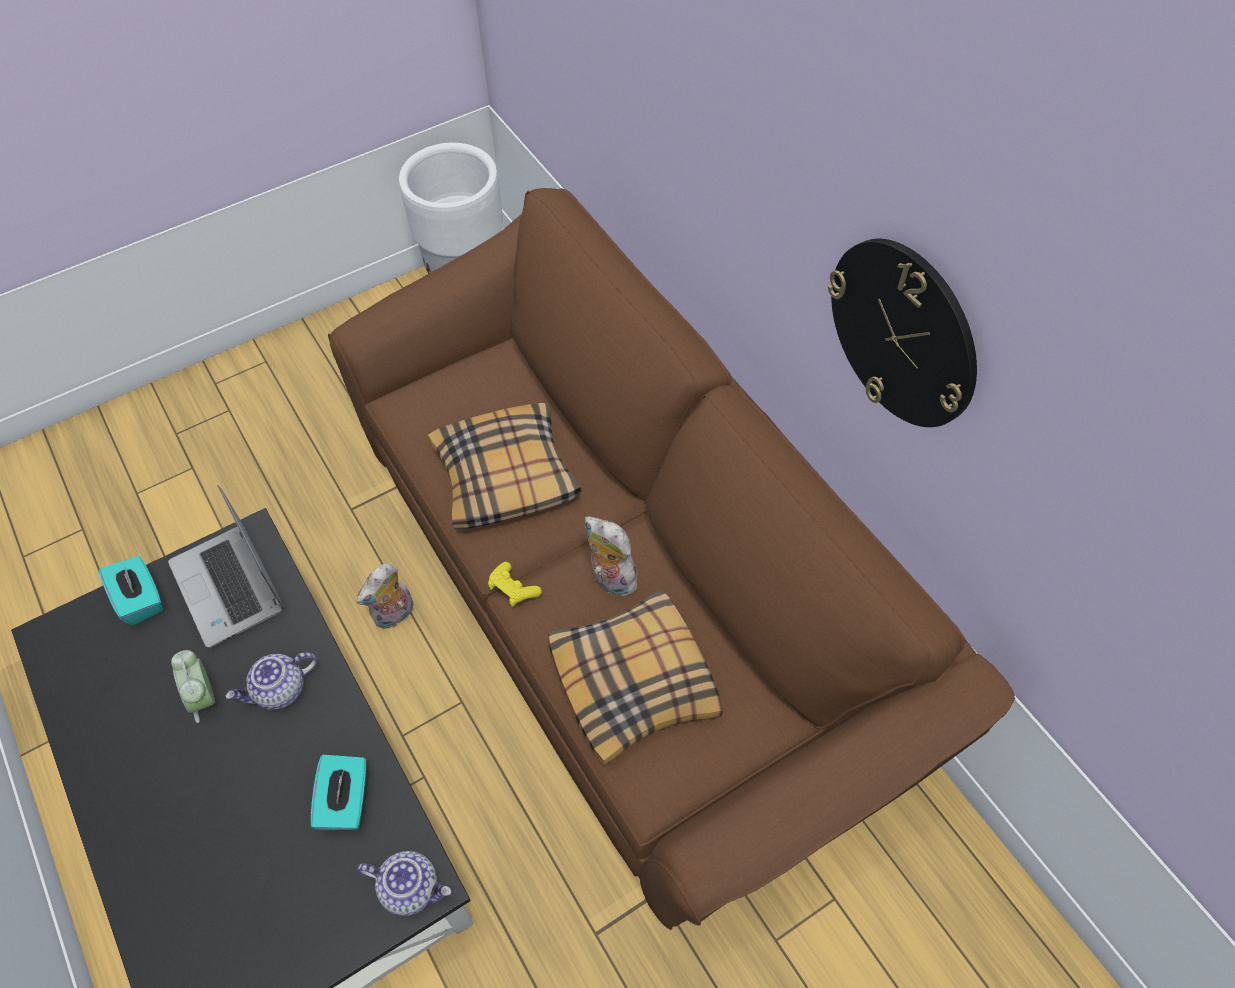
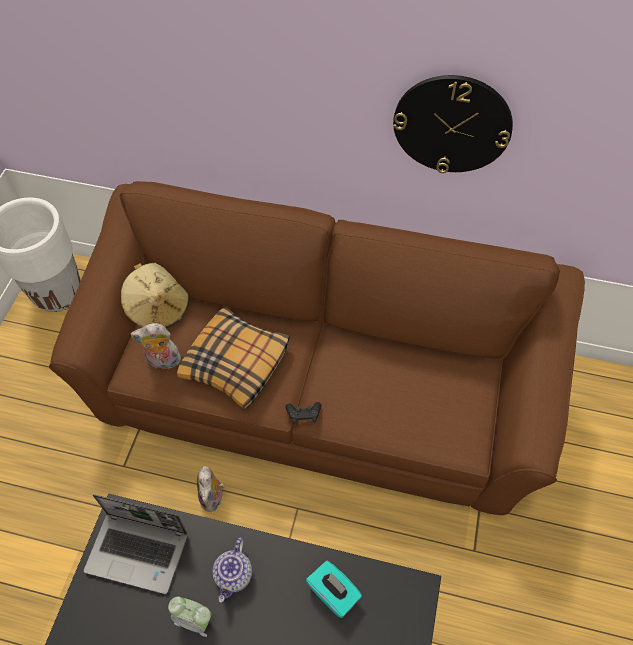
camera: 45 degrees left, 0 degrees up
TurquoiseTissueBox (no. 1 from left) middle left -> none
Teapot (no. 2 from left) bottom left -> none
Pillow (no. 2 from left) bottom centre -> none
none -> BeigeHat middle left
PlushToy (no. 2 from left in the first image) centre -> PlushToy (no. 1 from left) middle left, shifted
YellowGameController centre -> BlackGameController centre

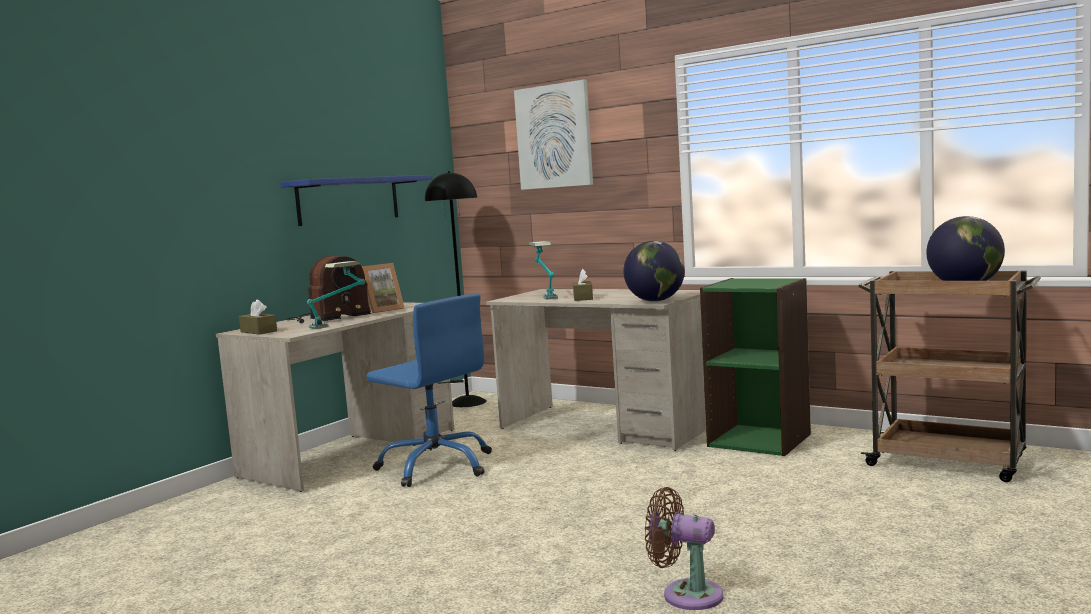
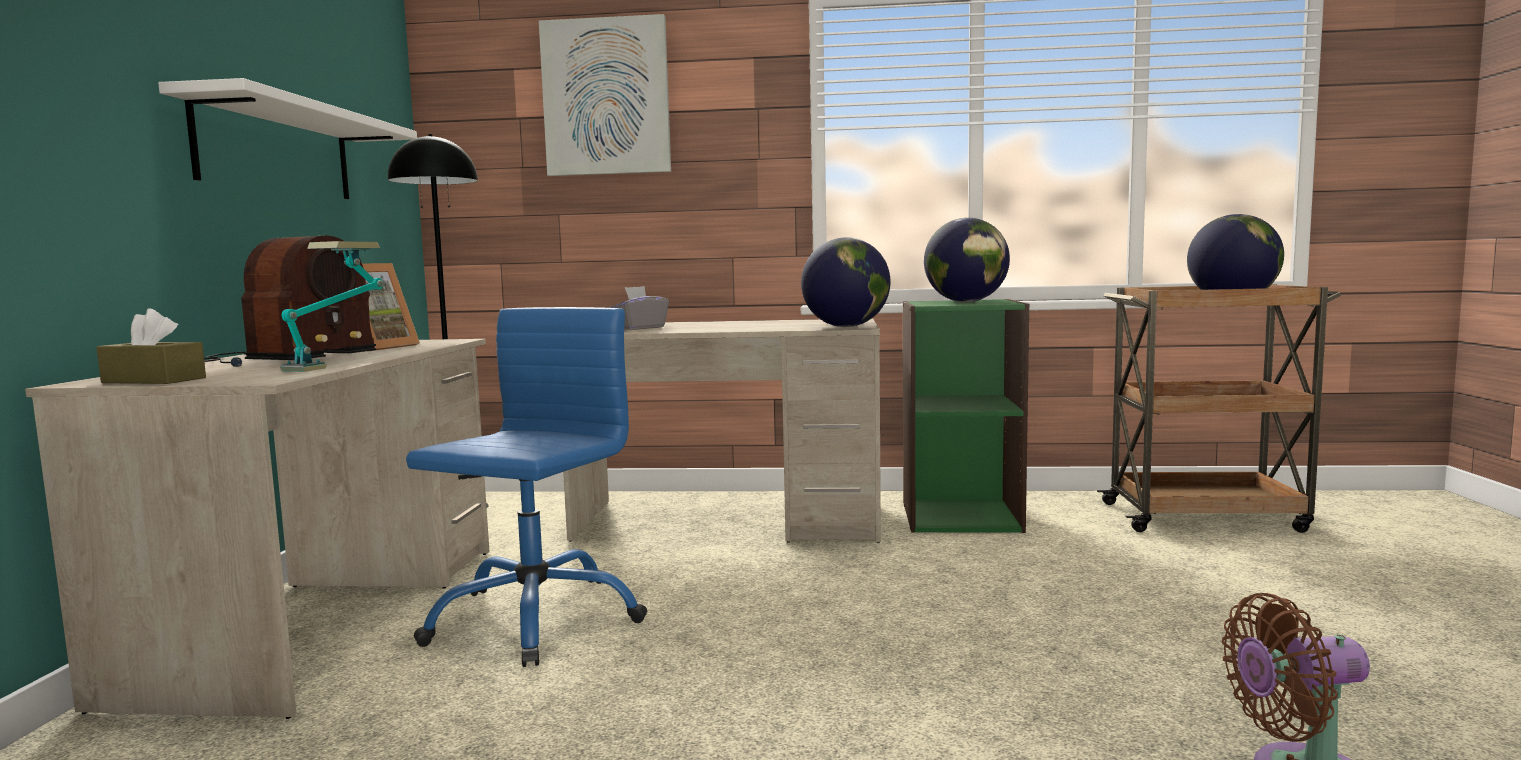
camera: 30 degrees left, 0 degrees up
BrownTissueBox (no. 2 from left) centre -> none
none -> Globe (no. 2 from left) centre
TableLamp (no. 2 from left) centre -> GreyTissueBox centre
BlueShelf top left -> WhiteShelf top left
BlueOfficeChair centre, 75 degrees counterclockwise

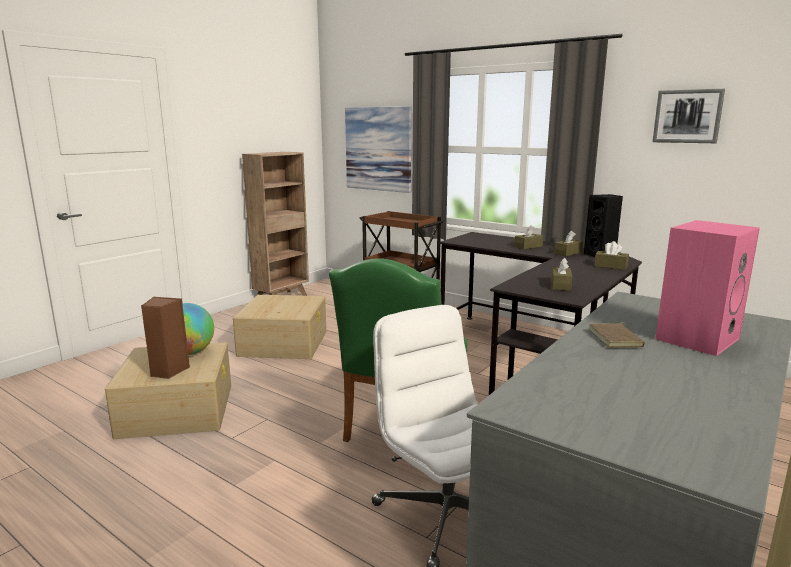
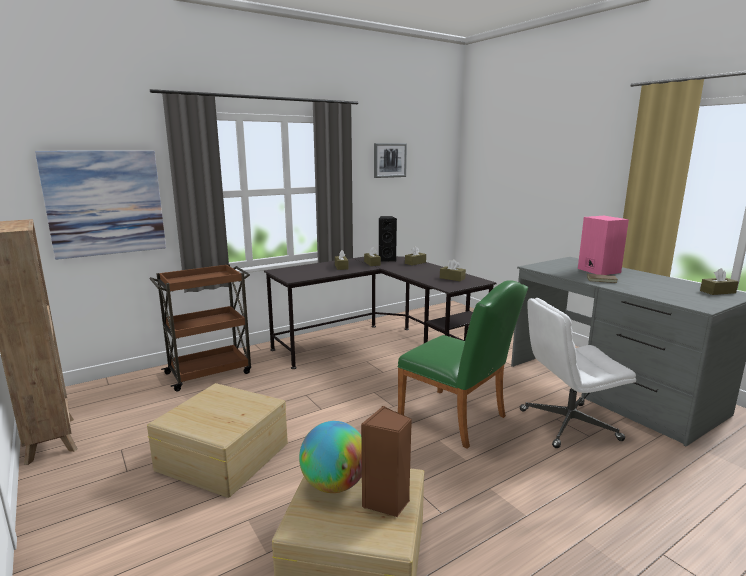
camera: 70 degrees left, 0 degrees up
none -> BrownTissueBox (no. 5 from left) middle right

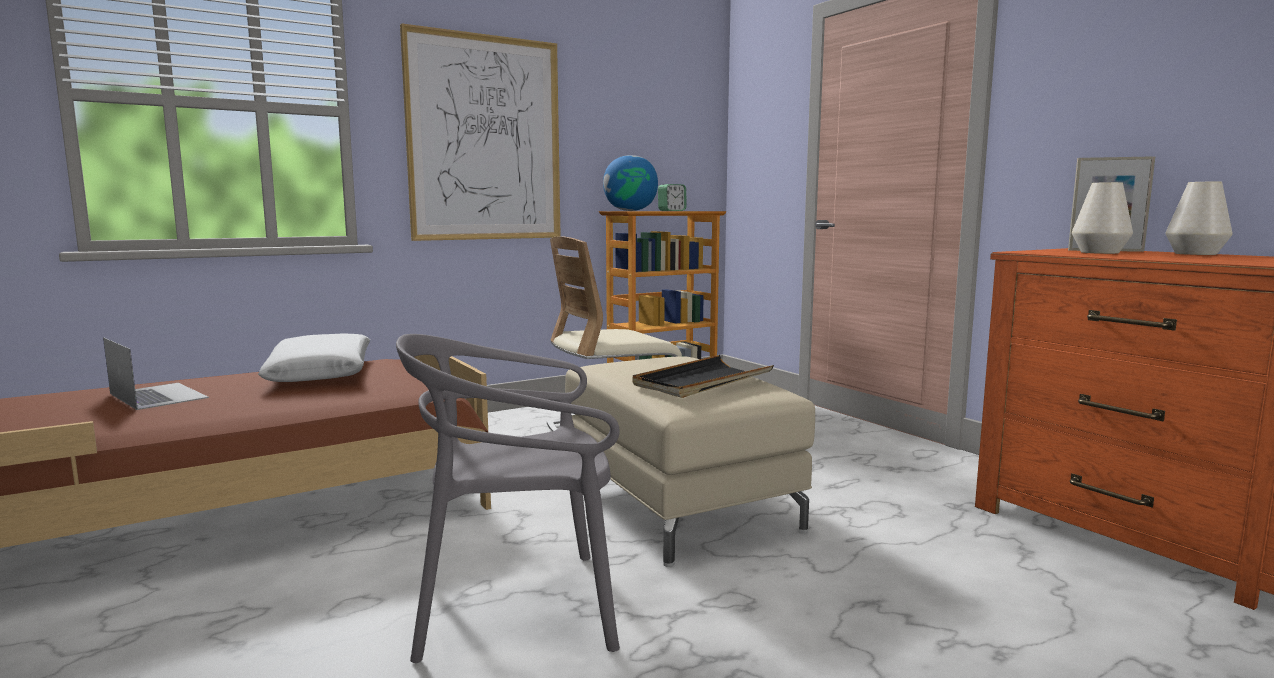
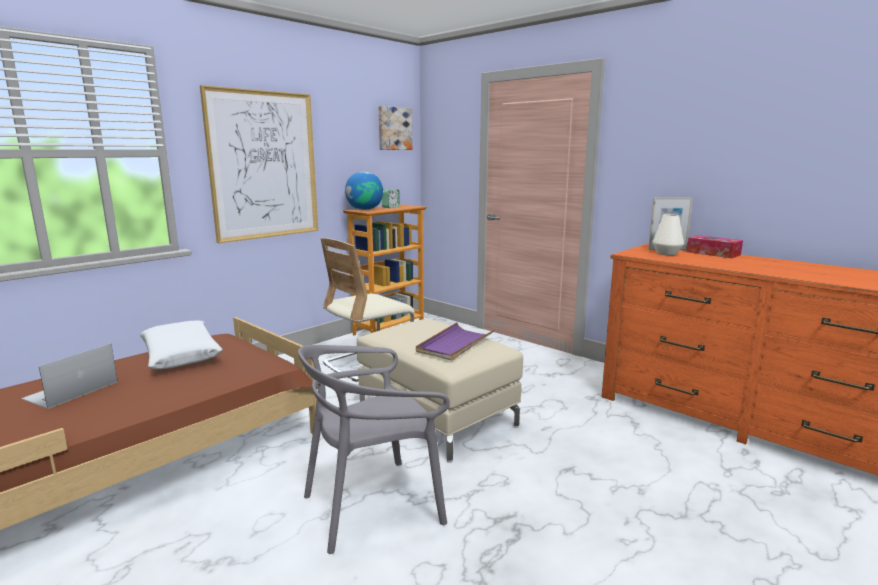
camera: 15 degrees left, 5 degrees up
none -> Picture (no. 2 from left) top centre
WhiteVase (no. 2 from left) top right -> TissueBox middle right
BlackTray centre -> PurpleTray centre
Laptop middle left, 90 degrees counterclockwise

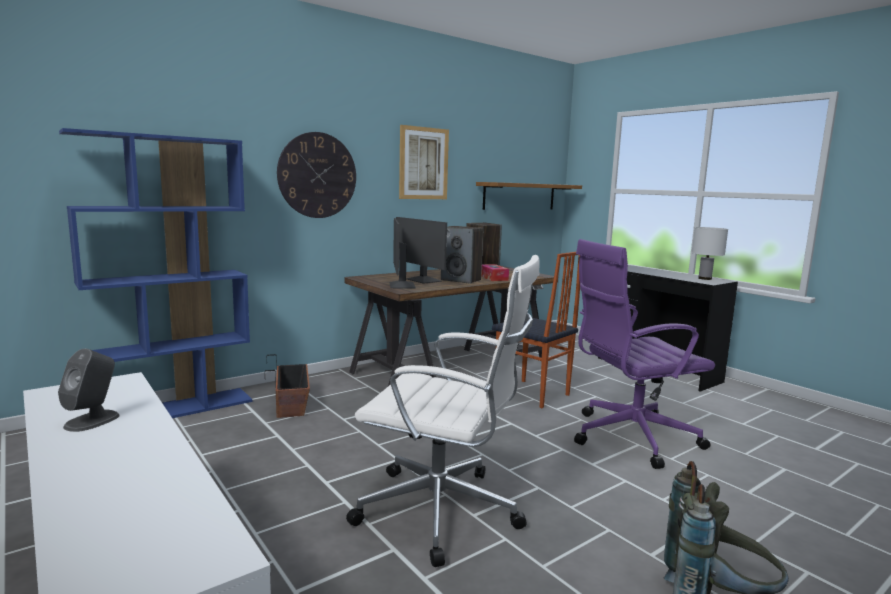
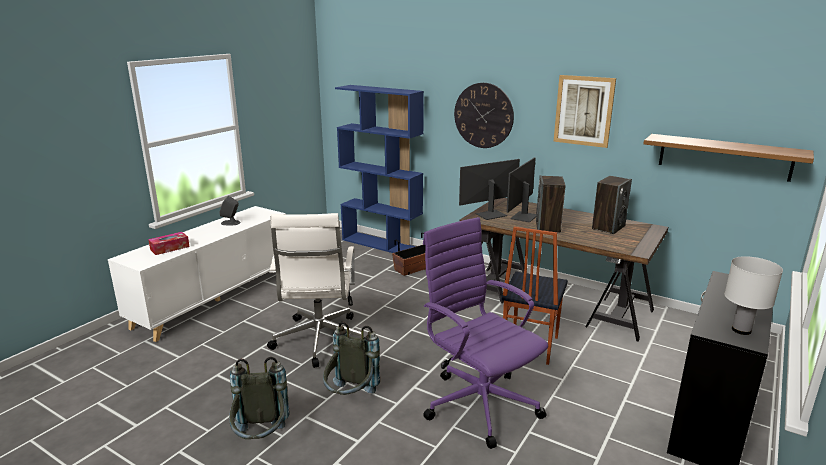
camera: 70 degrees right, 10 degrees up
none -> GreyBackpack (no. 2 from left) bottom centre
TissueBox centre -> TissueBox middle left, shifted

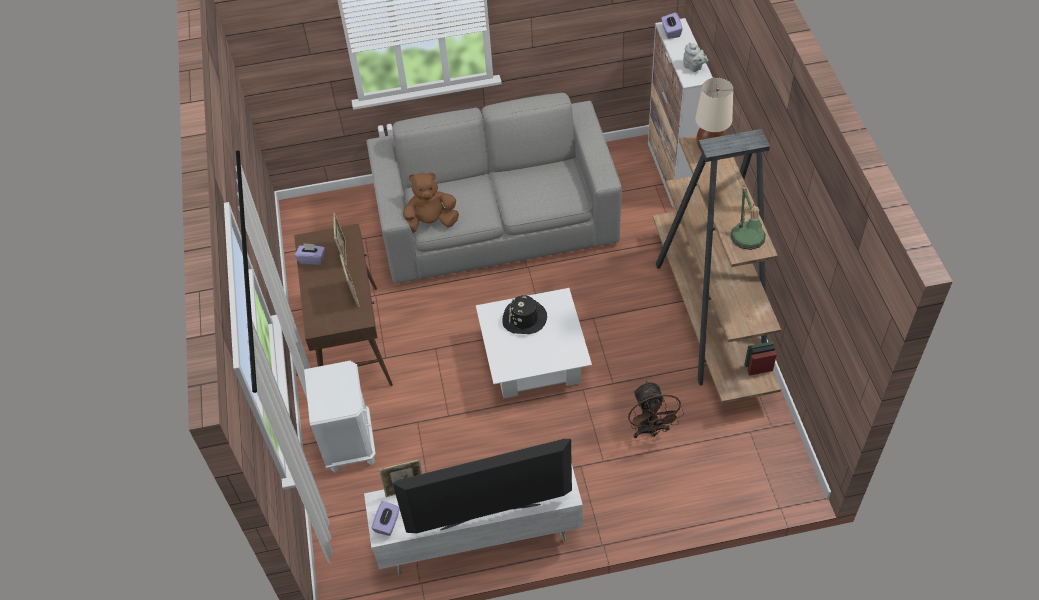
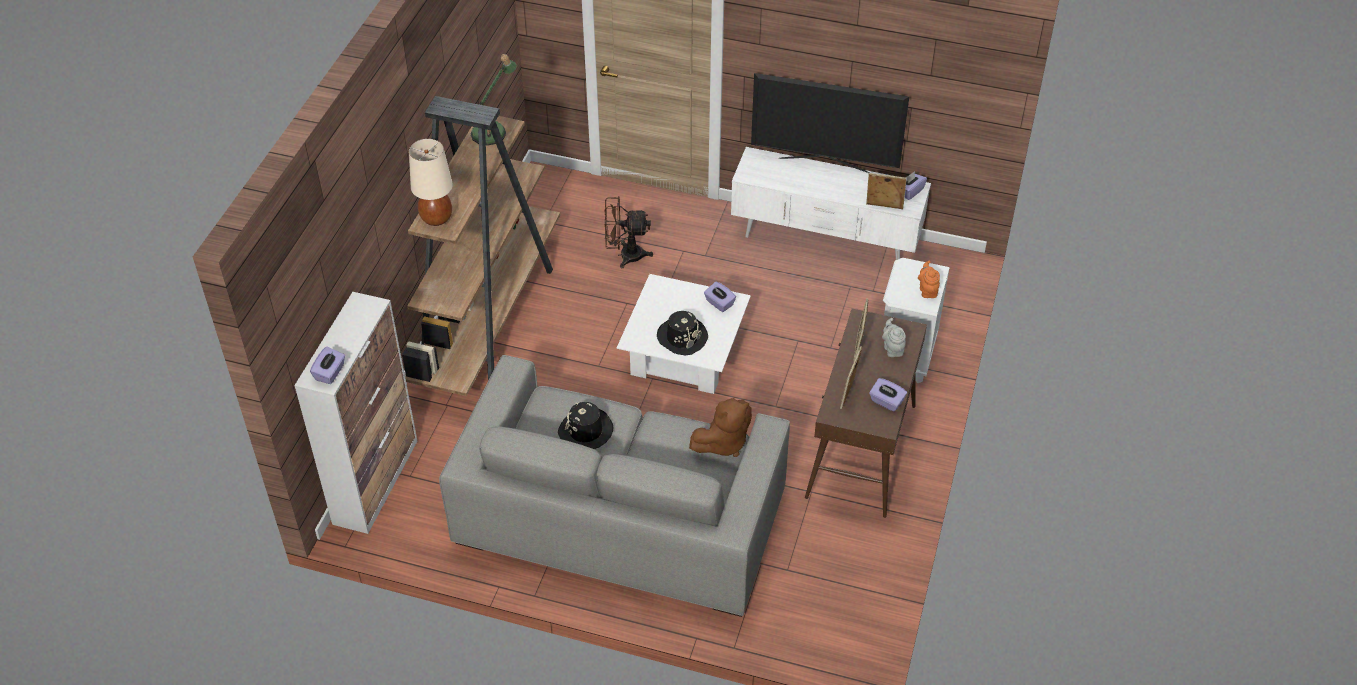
camera: 155 degrees left, 5 degrees down
none -> BlackHat (no. 1 from left) centre
none -> PurpleTissueBox (no. 2 from left) centre
none -> OrangeTeapot middle right
GreyTeapot top right -> GreyTeapot centre, shifted
BrownPlushToy centre, 45 degrees counterclockwise
BrownFan bottom centre -> BrownFan centre, 105 degrees counterclockwise

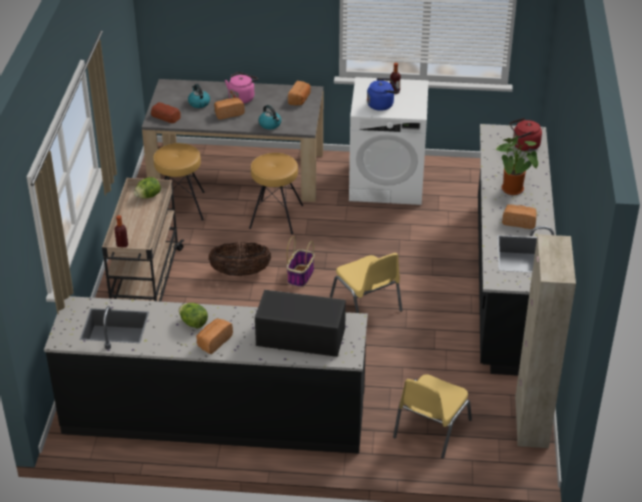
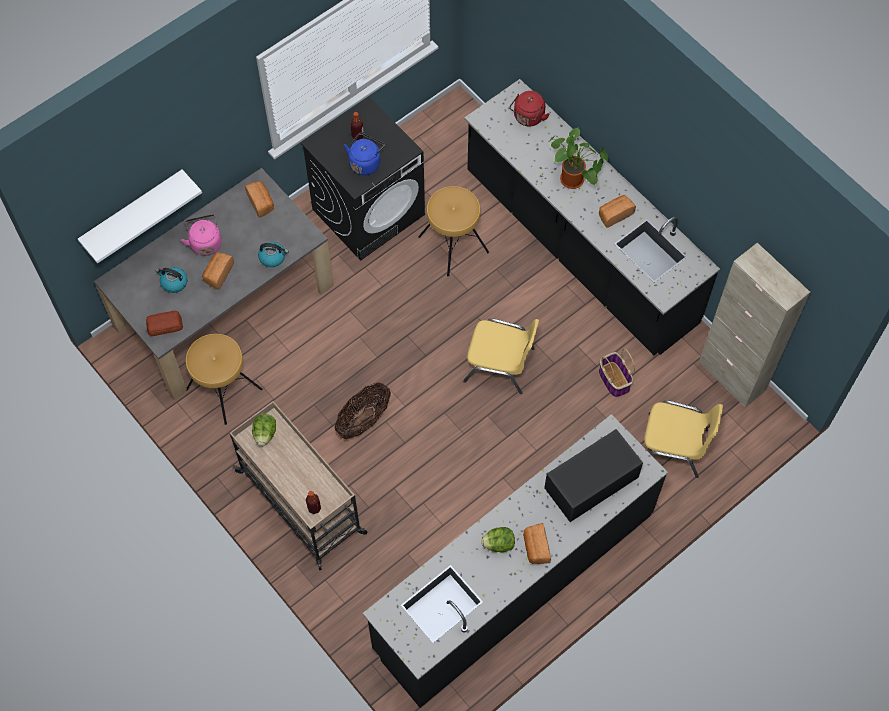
camera: 45 degrees left, 25 degrees up
none -> WhiteShelf top left
BrownStool (no. 2 from left) centre -> BrownStool (no. 2 from left) top centre, shifted
Basket (no. 2 from left) centre -> Basket (no. 2 from left) middle right, shifted
WhiteWashingMachine top centre -> BlackWashingMachine top centre
YellowChair (no. 2 from left) bottom right -> YellowChair (no. 2 from left) middle right, 60 degrees counterclockwise

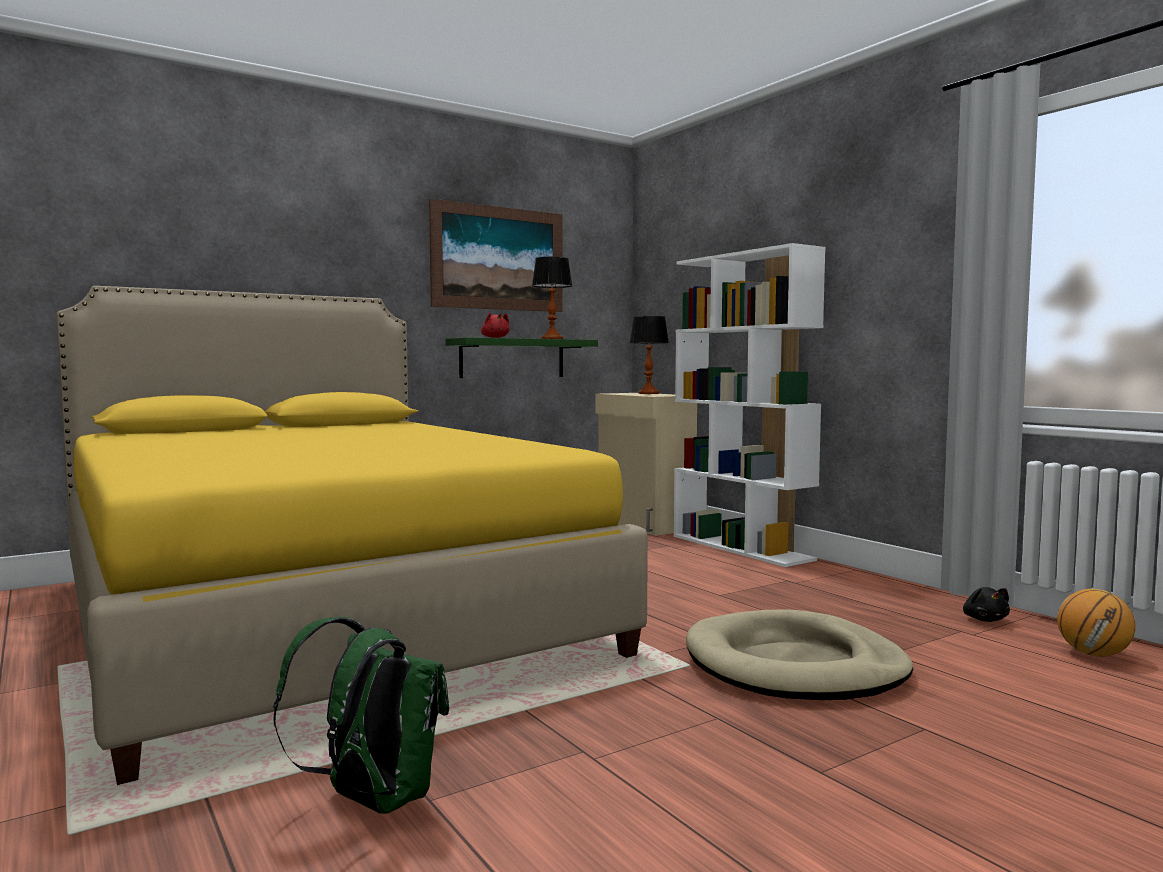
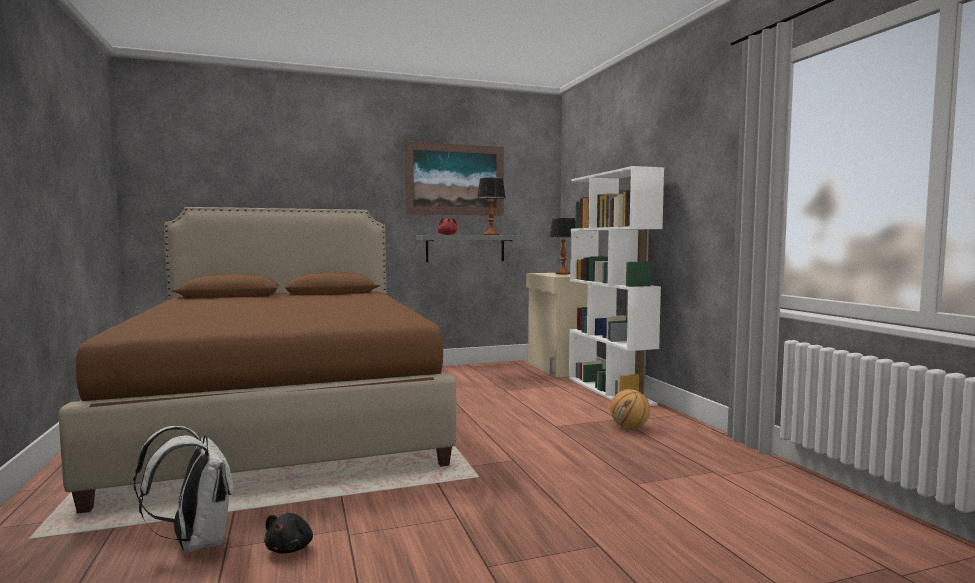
camera: 15 degrees right, 0 degrees up
BeigeDogBed bottom right -> none
BlackPlushToy bottom right -> BlackPlushToy bottom left, shifted
Basketball bottom right -> Basketball bottom centre, shifted
YellowBed middle left -> BrownBed middle left
GreenBackpack bottom left -> WhiteBackpack bottom left
GreenShelf centre -> GreyShelf centre

